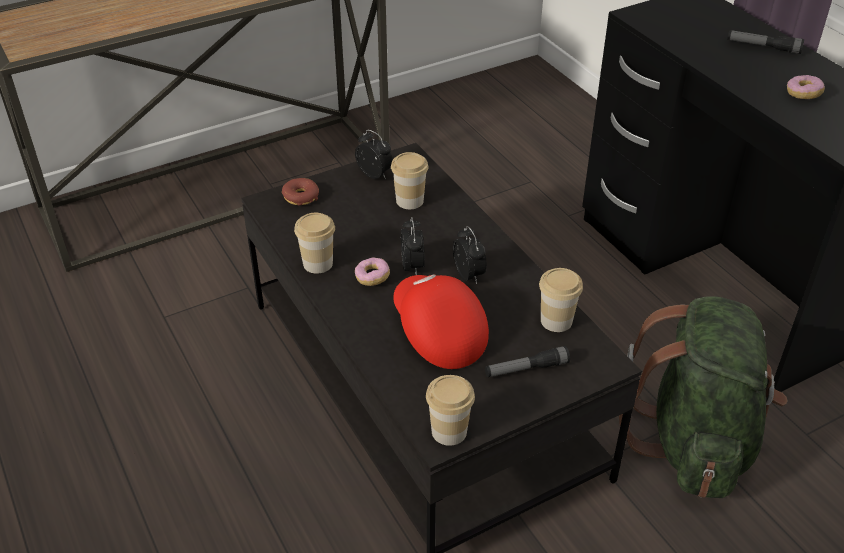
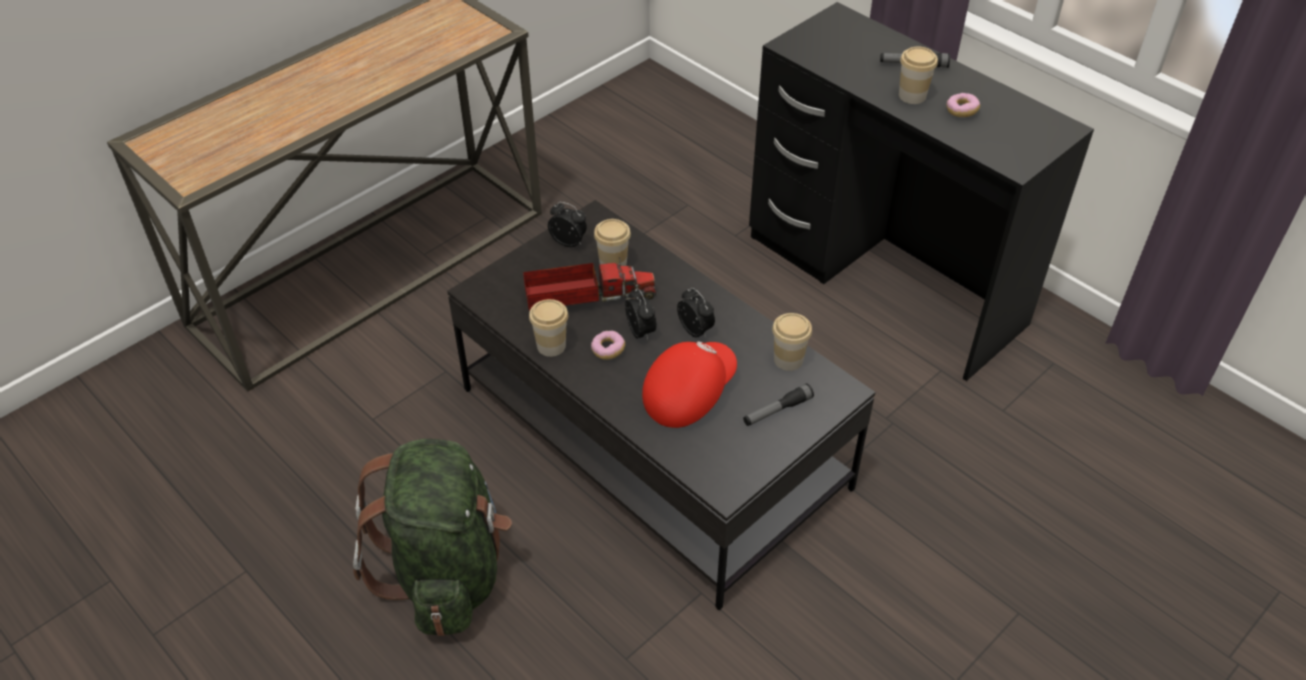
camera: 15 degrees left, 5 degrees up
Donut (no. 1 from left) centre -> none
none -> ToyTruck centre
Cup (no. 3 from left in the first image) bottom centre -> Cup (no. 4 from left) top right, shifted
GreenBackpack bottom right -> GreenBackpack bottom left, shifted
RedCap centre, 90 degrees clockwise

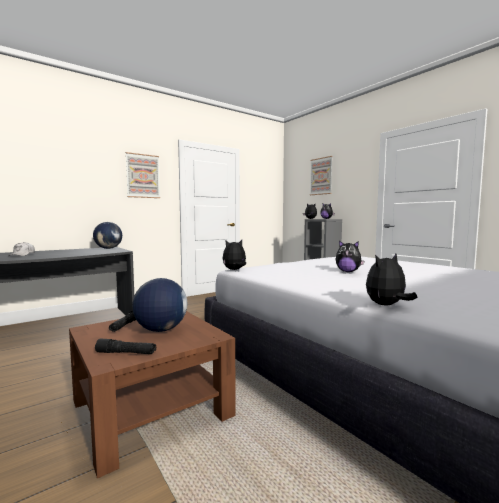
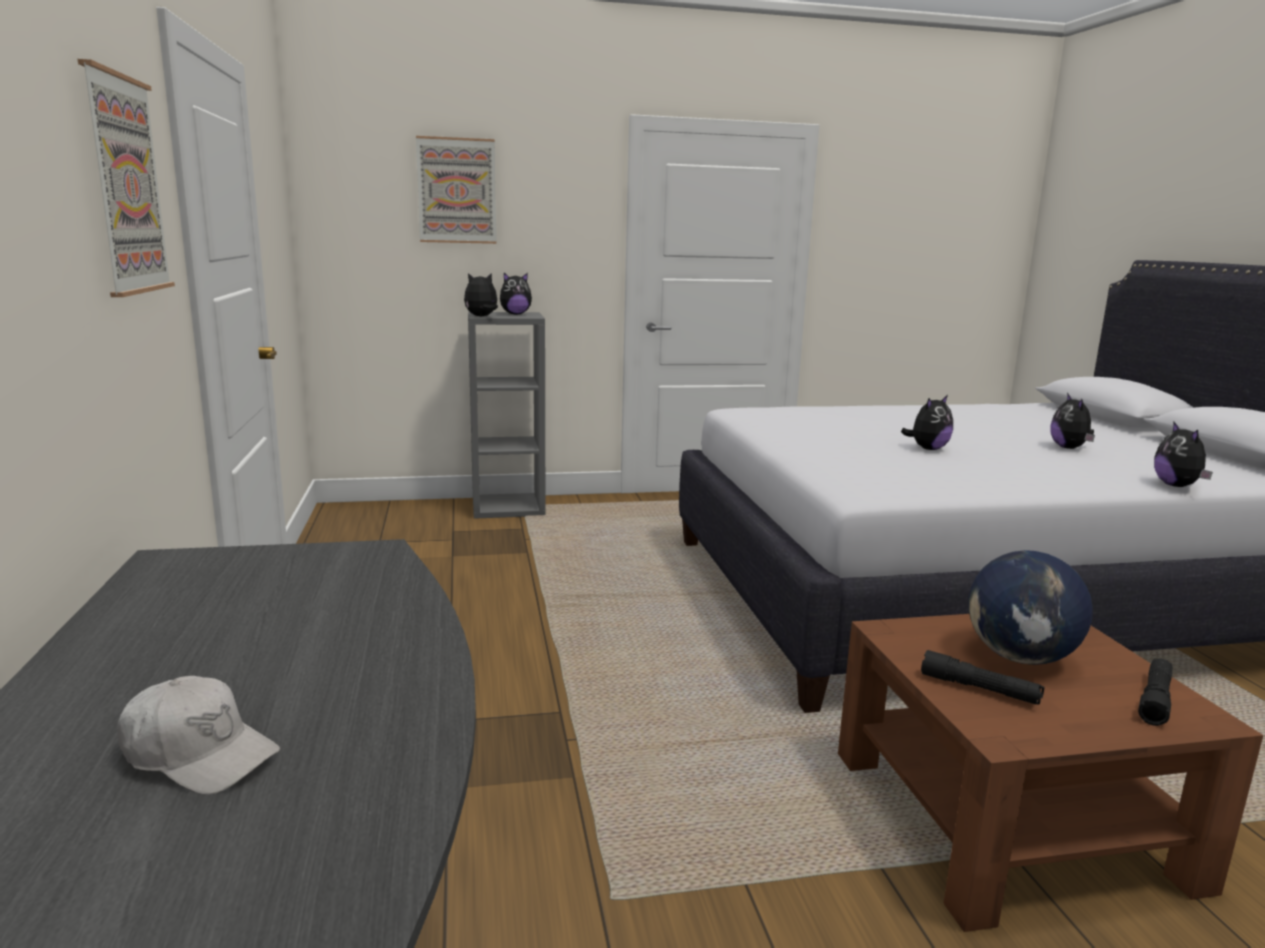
camera: 65 degrees left, 10 degrees up
Globe (no. 1 from left) middle left -> none
PlushToy (no. 1 from left in the first image) centre -> PlushToy (no. 4 from left) middle right, shifted

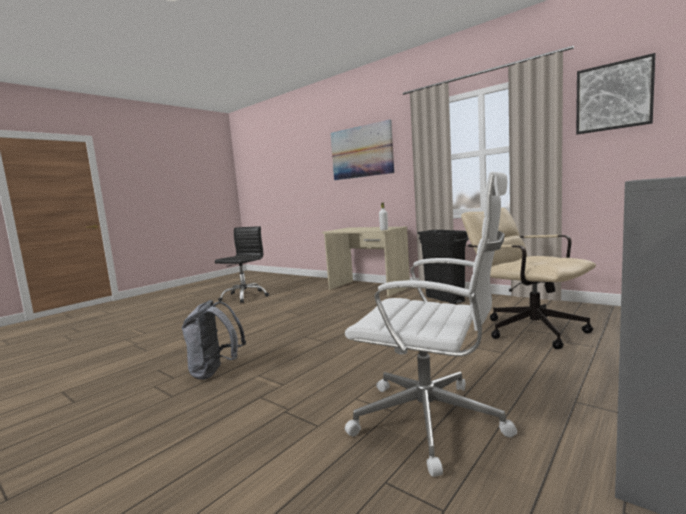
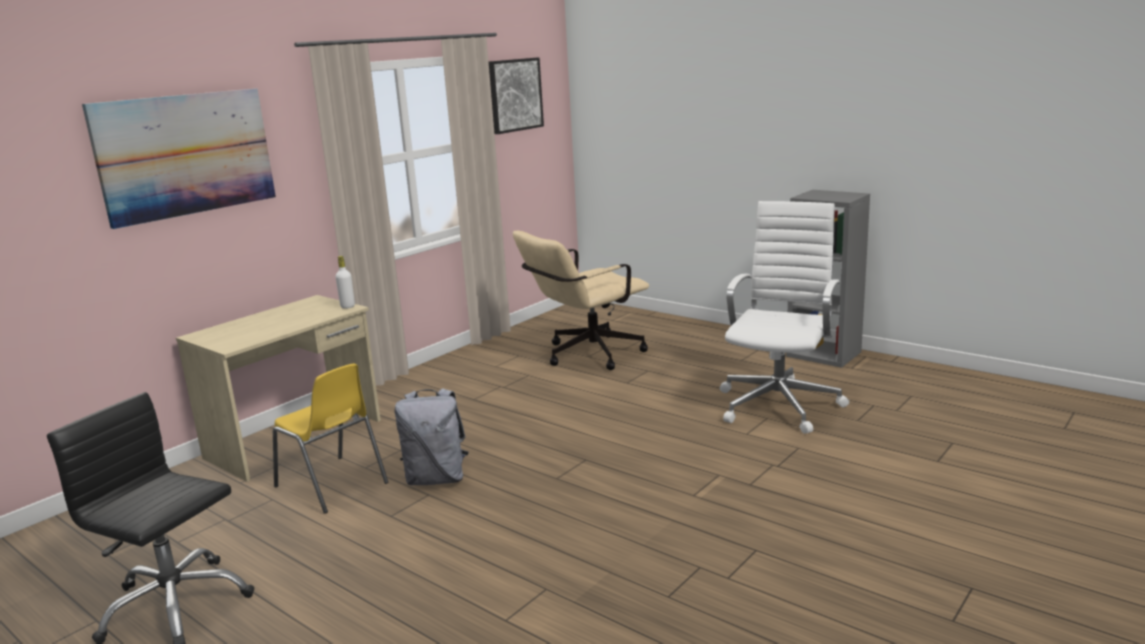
camera: 90 degrees left, 10 degrees up
BlackTrashCan centre -> none
none -> YellowChair bottom left
GreyBackpack middle left -> GreyBackpack bottom centre, shifted

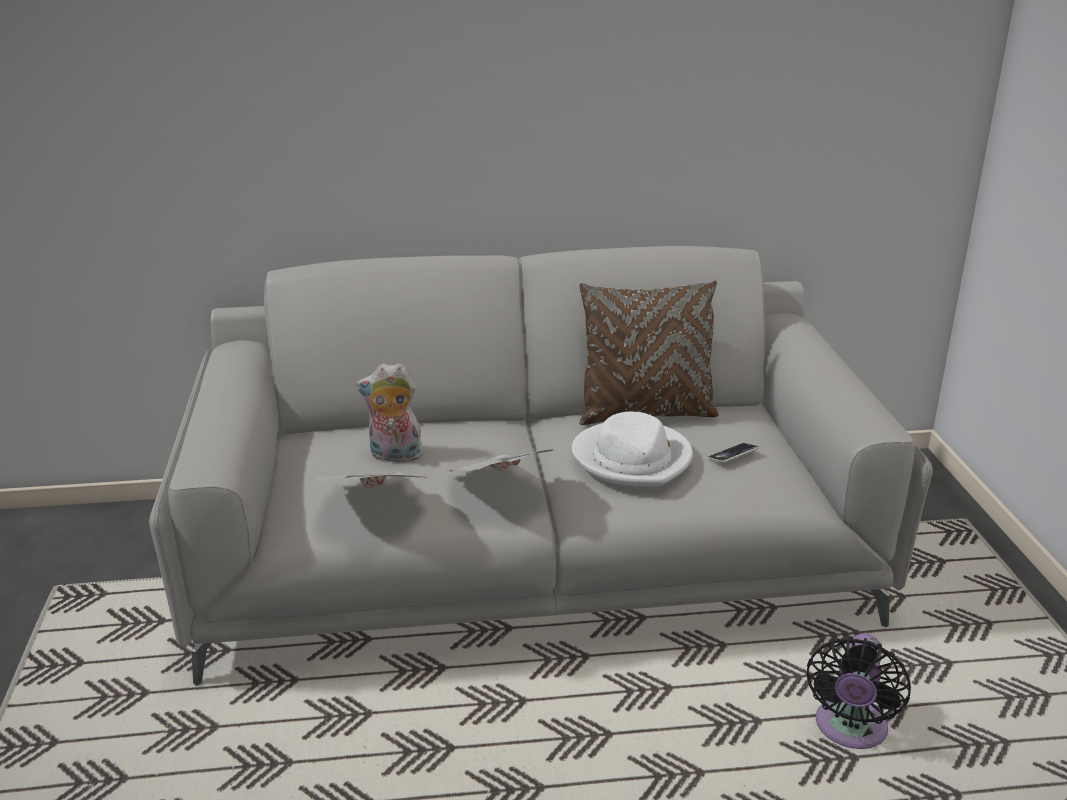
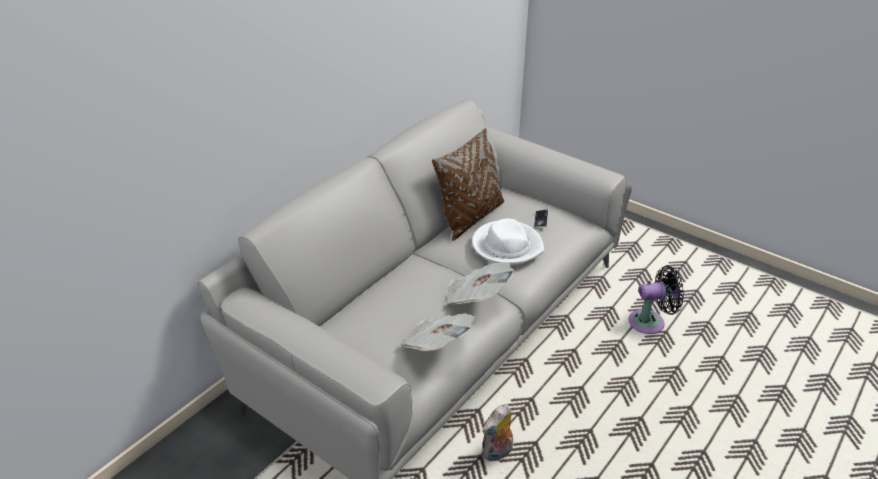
camera: 45 degrees left, 10 degrees up
PlushToy centre -> PlushToy bottom centre, shifted
BlackFan bottom right -> BlackFan middle right, 75 degrees counterclockwise

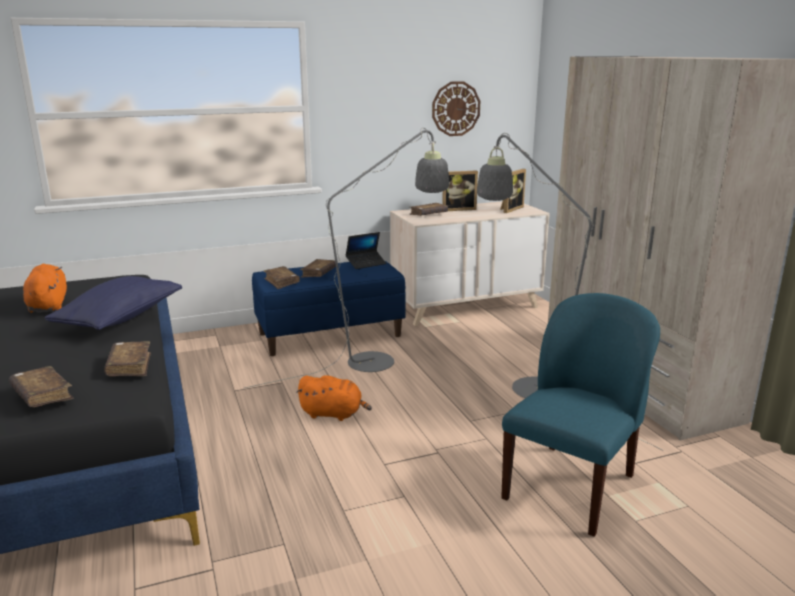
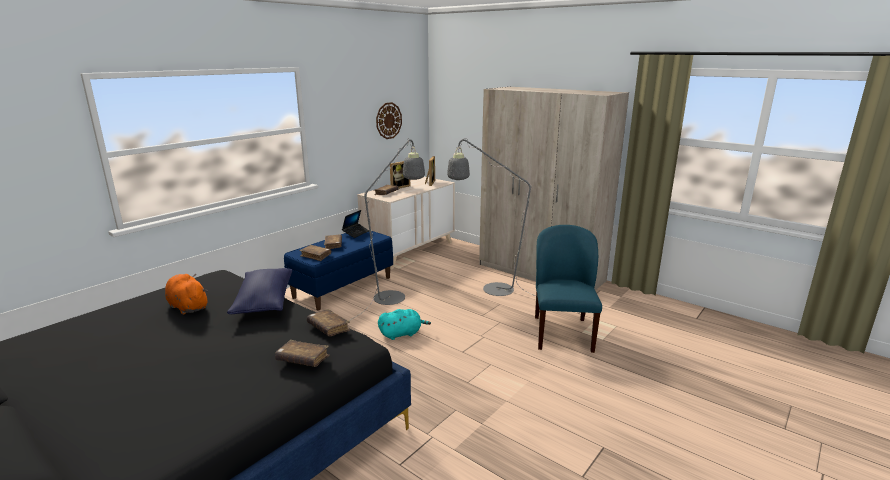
camera: 30 degrees left, 0 degrees up
OrangePlushToy (no. 2 from left) bottom centre -> TurquoisePlushToy bottom centre

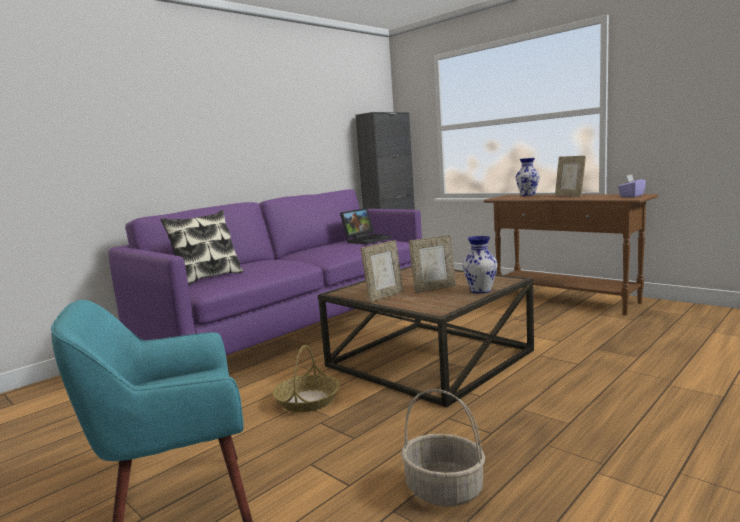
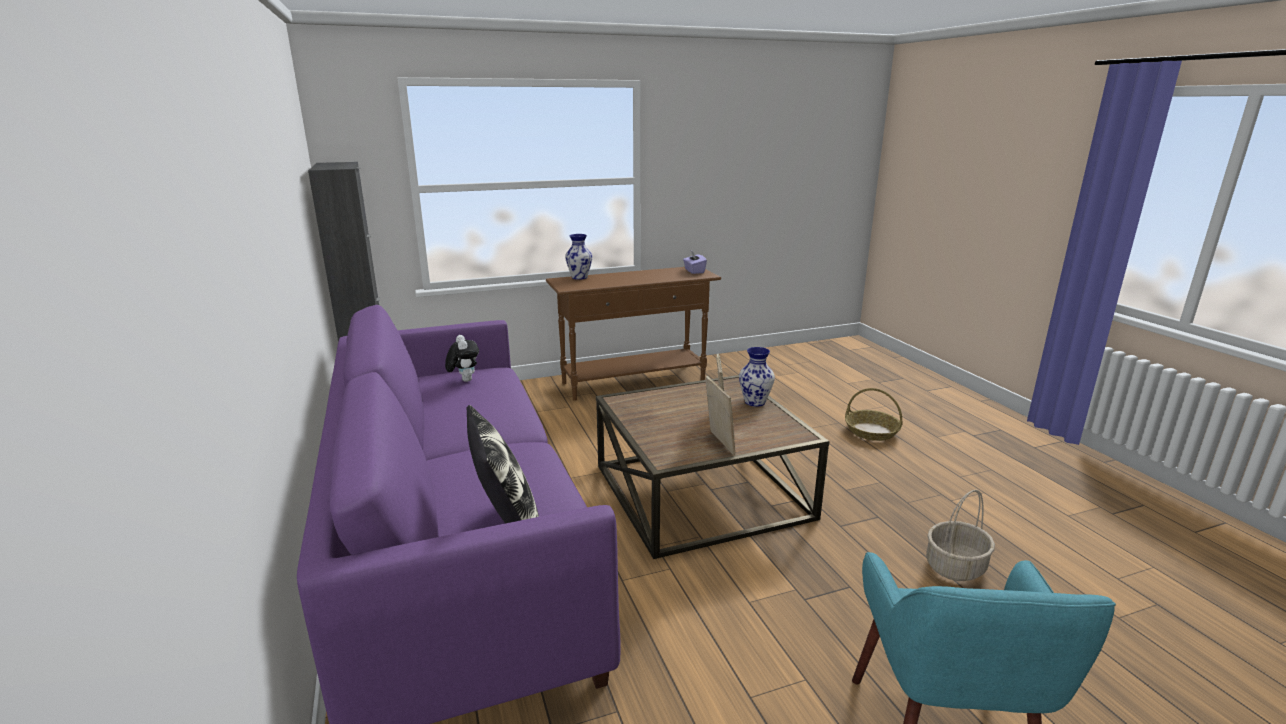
camera: 65 degrees left, 10 degrees up
PictureFrame (no. 3 from left) middle right -> none
Basket (no. 1 from left) bottom centre -> Basket (no. 1 from left) middle right, shifted
Laptop centre -> PlushToy centre

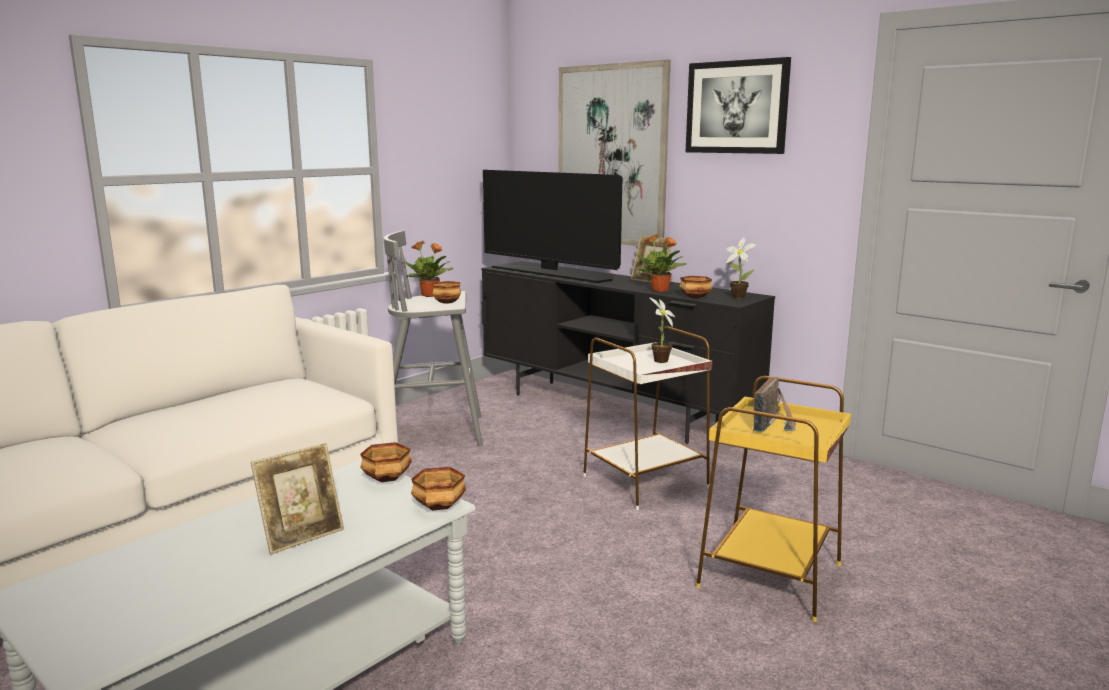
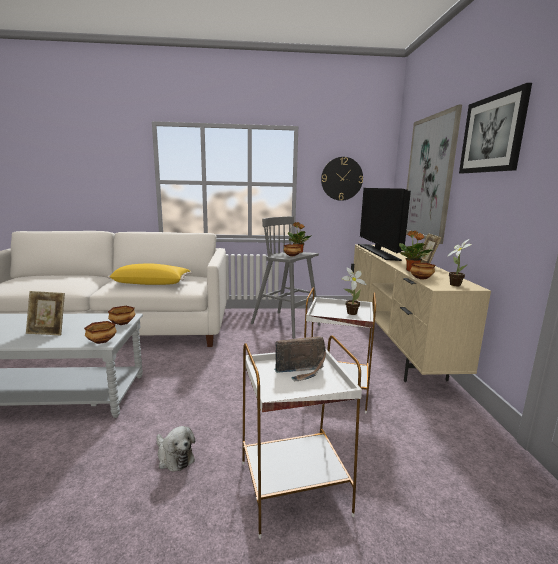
camera: 45 degrees right, 0 degrees up
none -> YellowPillow middle left
none -> PlushToy bottom left
none -> WallClock top centre
BlackTvStand centre -> BeigeTvStand middle right
YellowSideTable bottom right -> WhiteSideTable (no. 1 from left) bottom centre

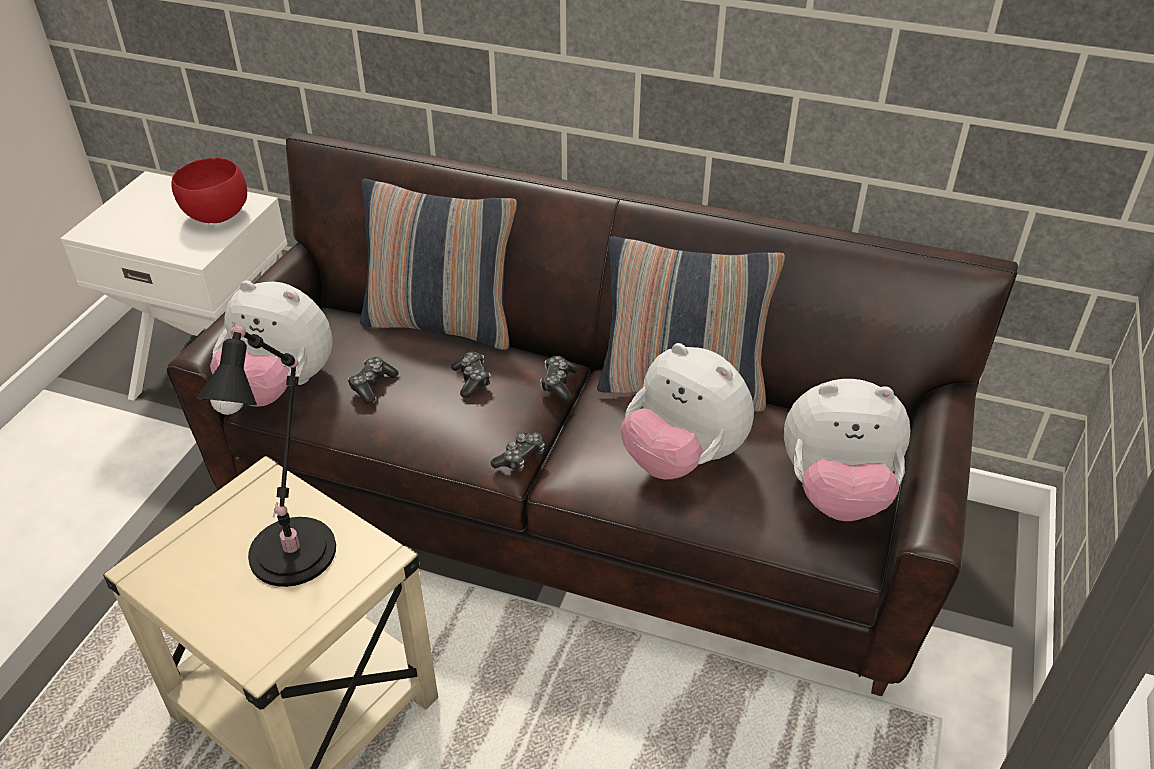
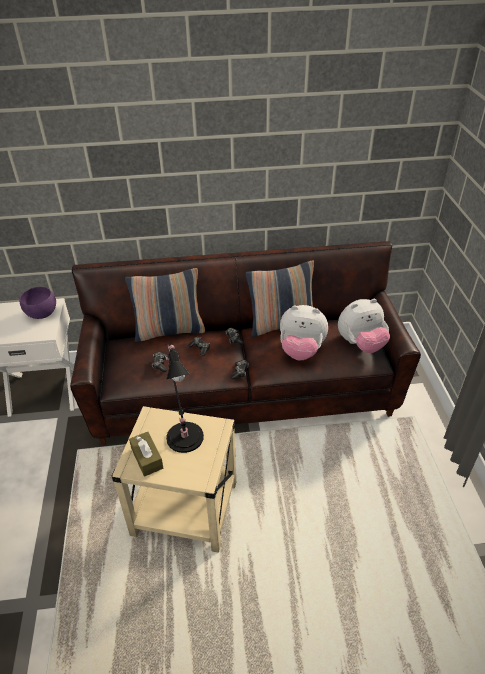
camera: 25 degrees left, 0 degrees up
PlushToy (no. 1 from left) middle left -> none
none -> BrownTissueBox bottom left
RedBowl top left -> PurpleBowl middle left

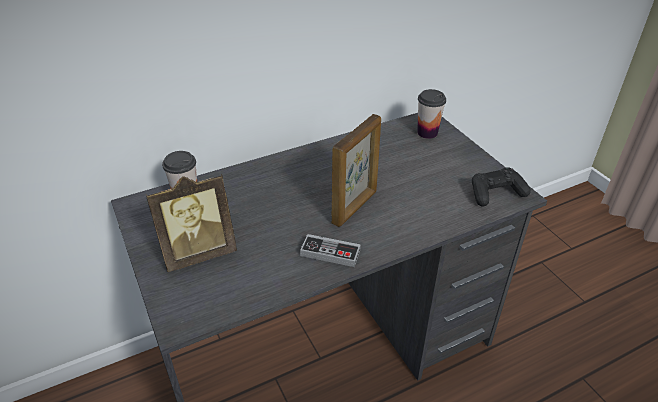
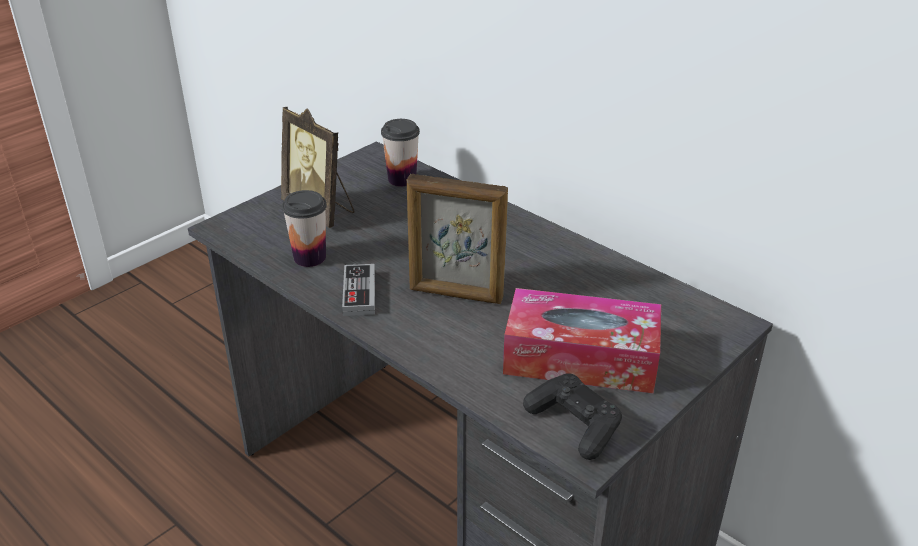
camera: 70 degrees right, 5 degrees down
none -> TissueBox centre
Cup (no. 2 from left in the first image) top centre -> Cup (no. 1 from left) middle left, shifted

